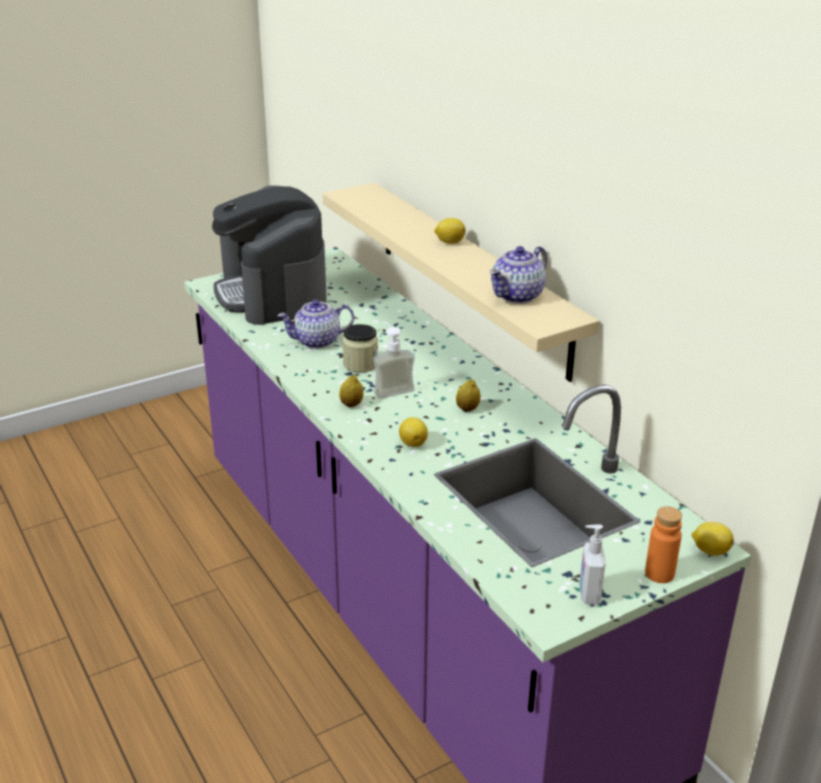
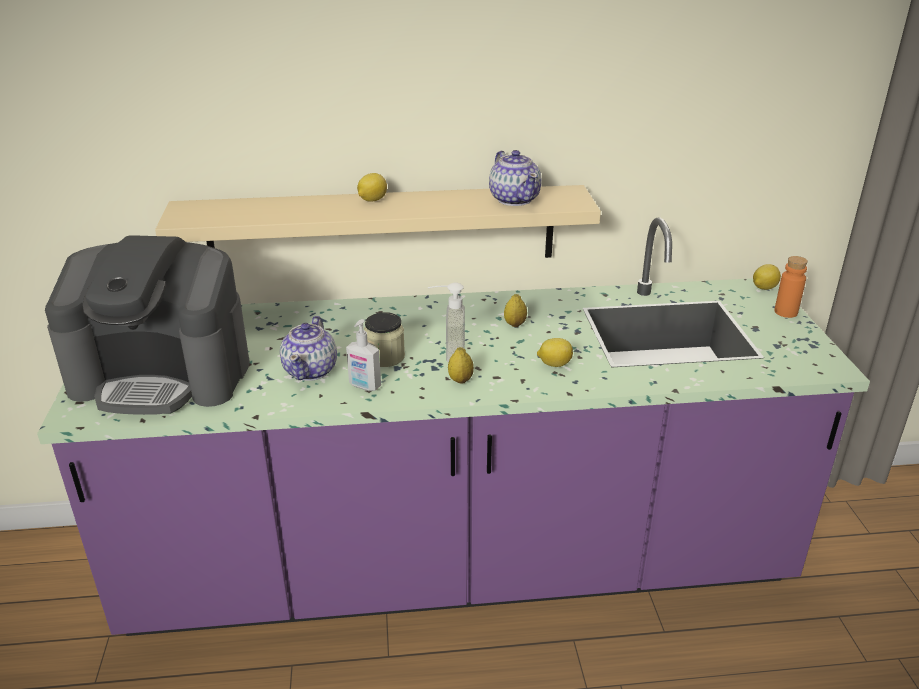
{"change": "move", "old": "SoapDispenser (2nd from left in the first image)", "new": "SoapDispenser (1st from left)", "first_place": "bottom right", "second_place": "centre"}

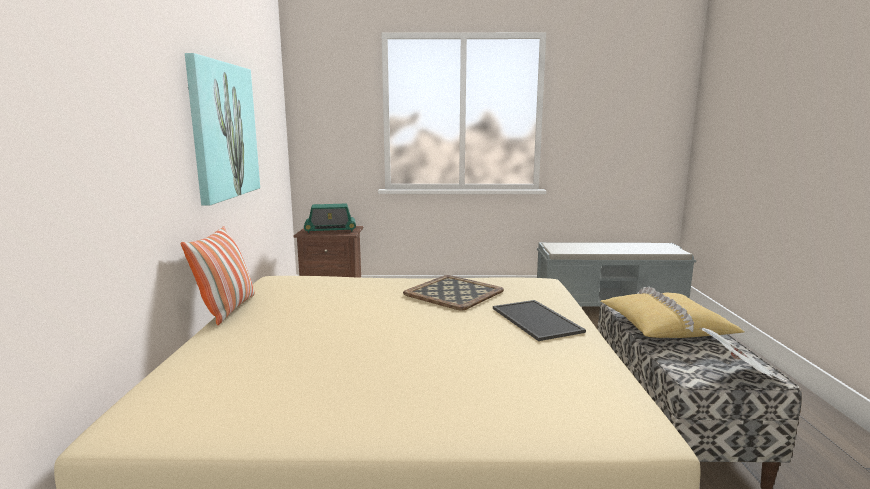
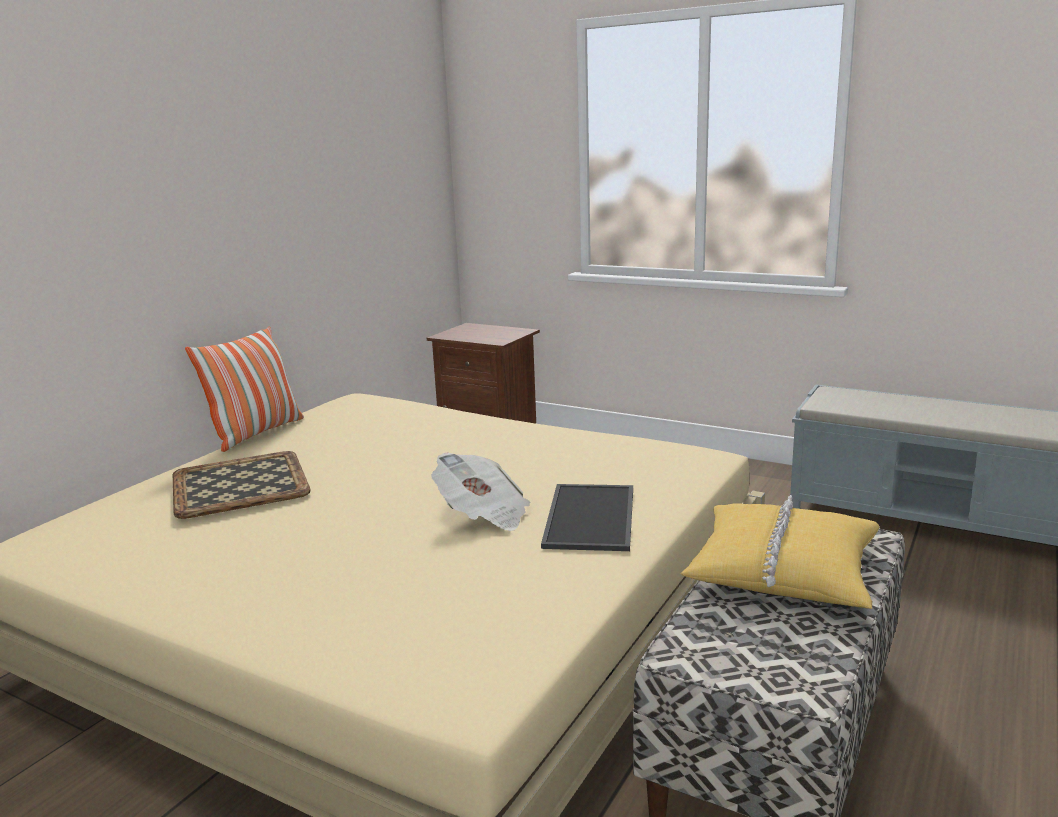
{"change": "delete", "old": "Picture", "first_place": "top left"}
{"change": "delete", "old": "Radio", "first_place": "centre"}
{"change": "move", "old": "Tray (1st from left)", "first_place": "centre", "second_place": "middle left"}
{"change": "move", "old": "Newspaper", "first_place": "bottom right", "second_place": "centre"}

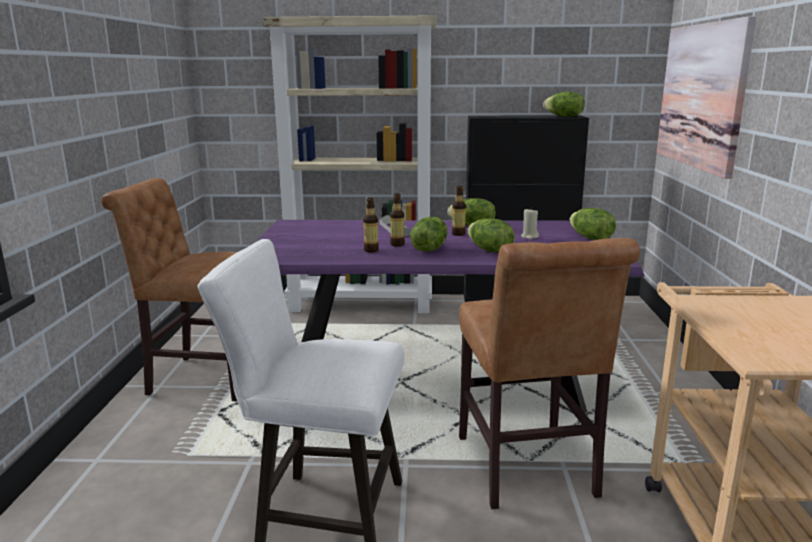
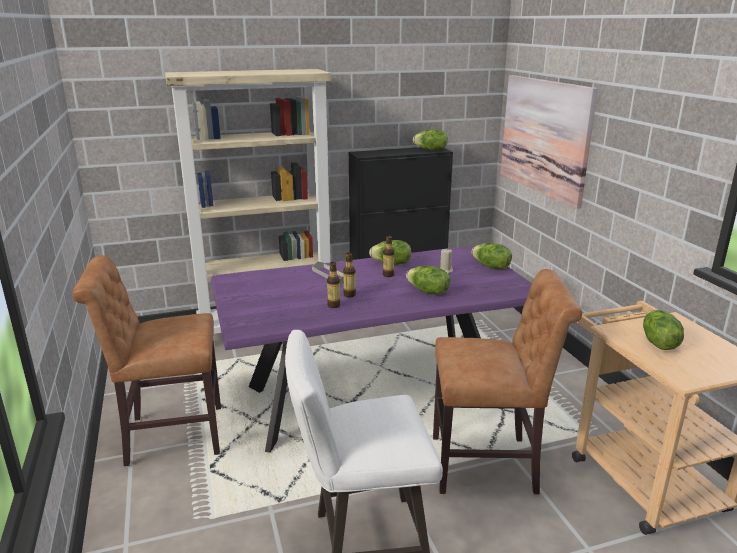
{"change": "move", "old": "Lettuce (1st from left in the first image)", "new": "Lettuce (5th from left)", "first_place": "centre", "second_place": "middle right"}
{"change": "rotate", "old": "BrownChair (2nd from left)", "first_place": "bottom right", "second_place": "bottom right", "degrees": -60}

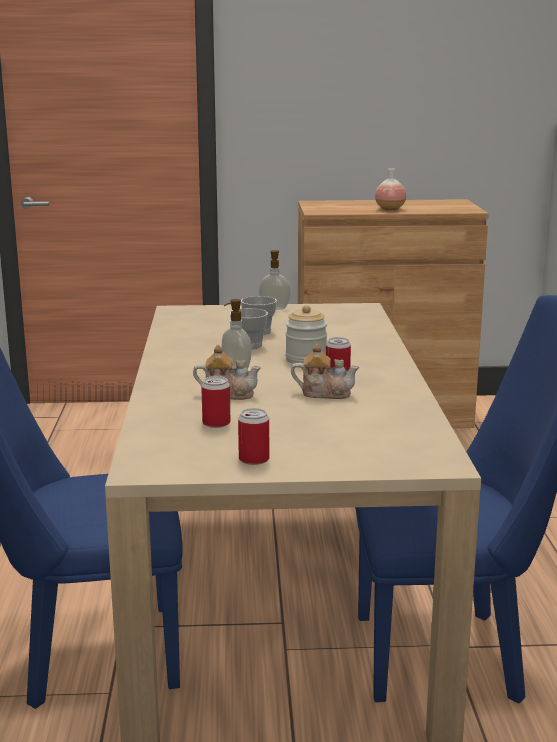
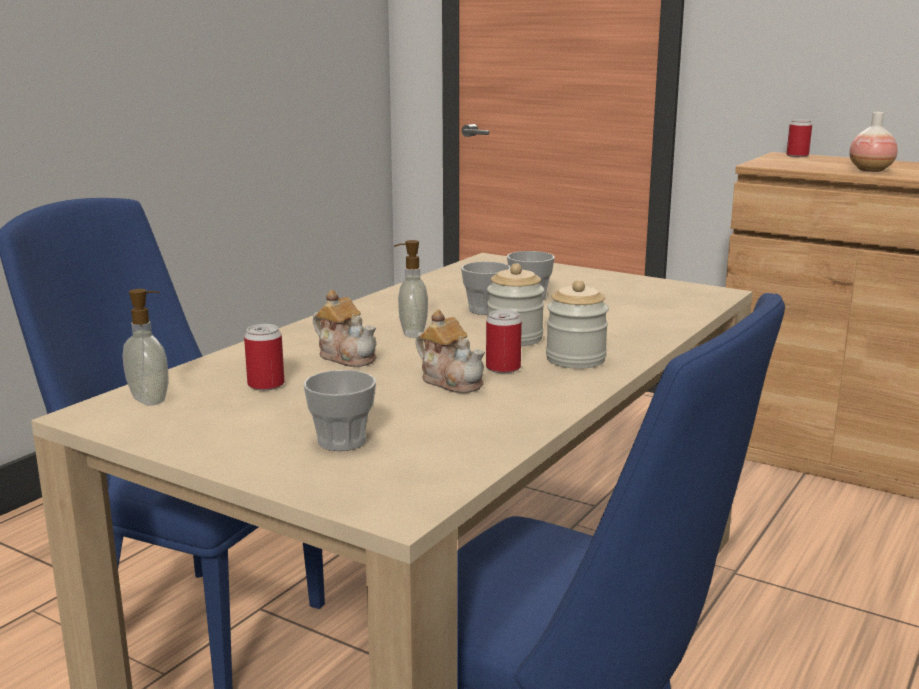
{"change": "move", "old": "SoapDispenser (2nd from left in the first image)", "new": "SoapDispenser (1st from left)", "first_place": "centre", "second_place": "middle left"}
{"change": "move", "old": "Can (2nd from left in the first image)", "new": "Can (3rd from left)", "first_place": "centre", "second_place": "top right"}
{"change": "insert", "new": "Jar (2nd from left)", "second_place": "centre"}
{"change": "insert", "new": "Cup (1st from left)", "second_place": "centre"}

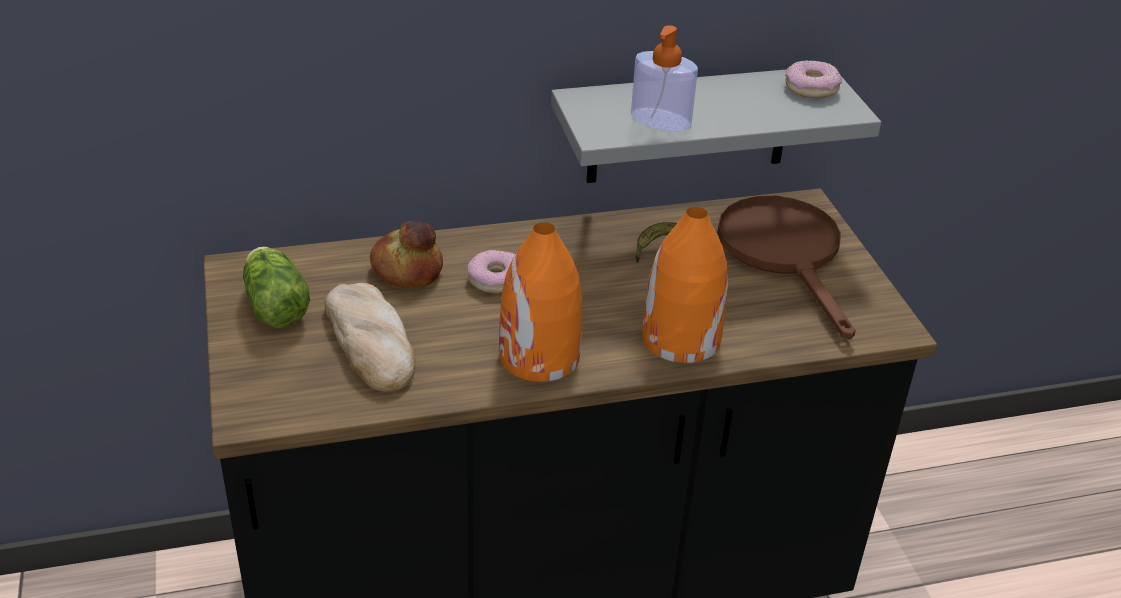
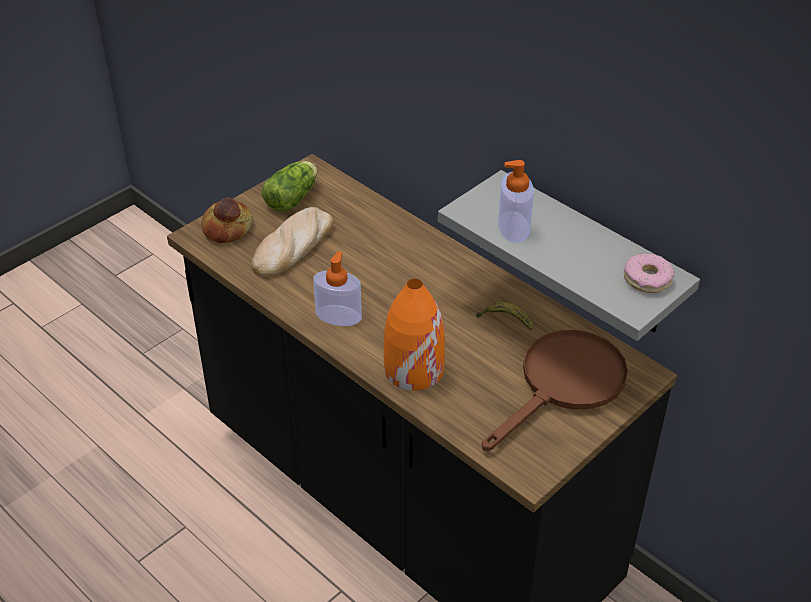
{"change": "move", "old": "Bread (2nd from left in the first image)", "new": "Bread (1st from left)", "first_place": "centre", "second_place": "middle left"}
{"change": "replace", "old": "OrangeVase (1st from left)", "new": "SoapDispenser (1st from left)", "first_place": "centre", "second_place": "centre"}
{"change": "delete", "old": "Donut (1st from left)", "first_place": "centre"}

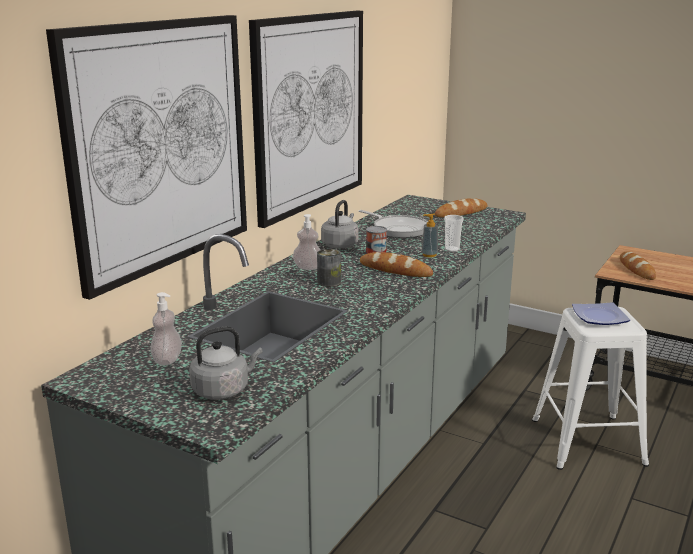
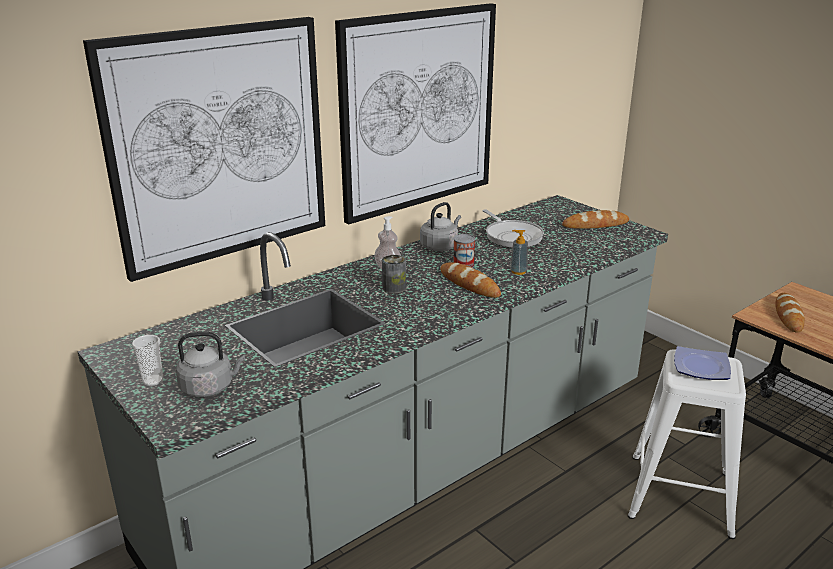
{"change": "move", "old": "Cup", "first_place": "centre", "second_place": "middle left"}
{"change": "delete", "old": "SoapDispenser (1st from left)", "first_place": "middle left"}

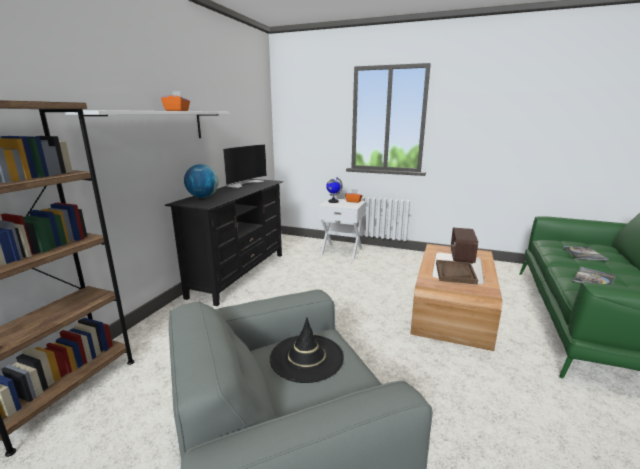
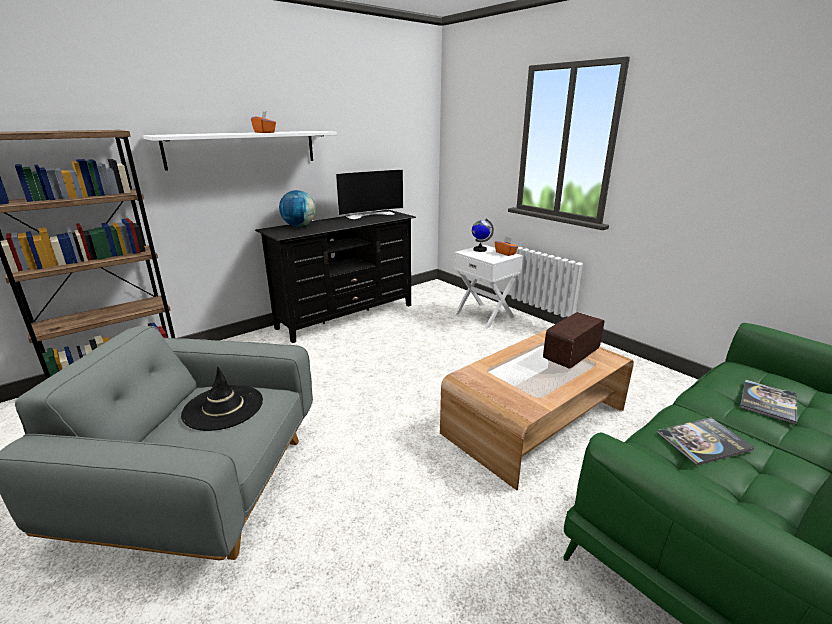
{"change": "delete", "old": "BrownTray", "first_place": "middle right"}

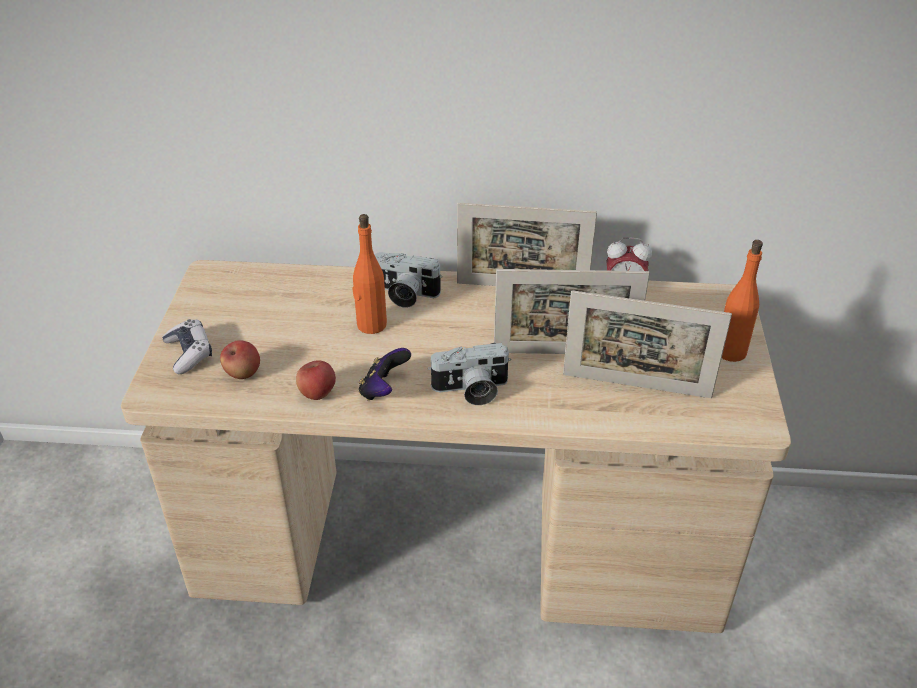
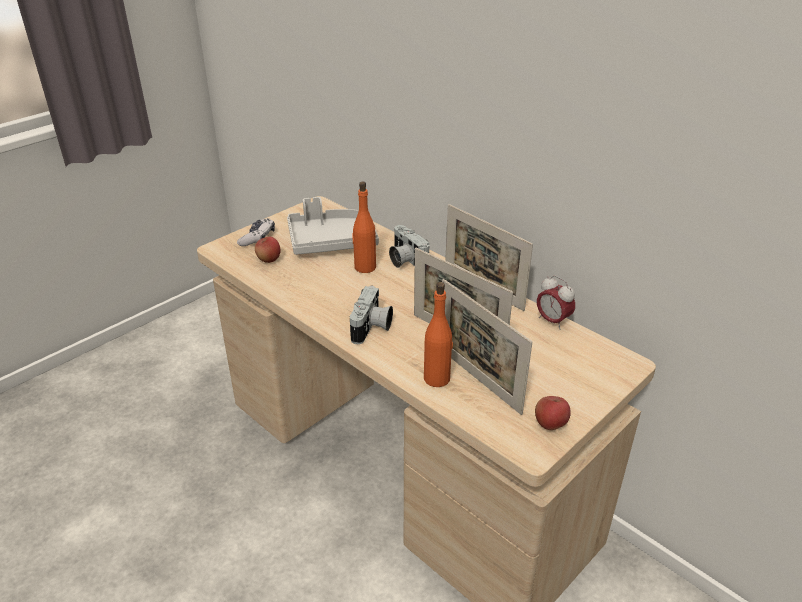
{"change": "move", "old": "OrangeBottle (2nd from left)", "first_place": "middle right", "second_place": "centre"}
{"change": "rotate", "old": "PhotoCamera (2nd from left in the first image)", "first_place": "centre", "second_place": "centre", "degrees": -105}
{"change": "delete", "old": "GameController (2nd from left)", "first_place": "centre"}
{"change": "move", "old": "Apple (2nd from left)", "first_place": "centre", "second_place": "bottom right"}
{"change": "insert", "new": "GreyTray", "second_place": "centre"}

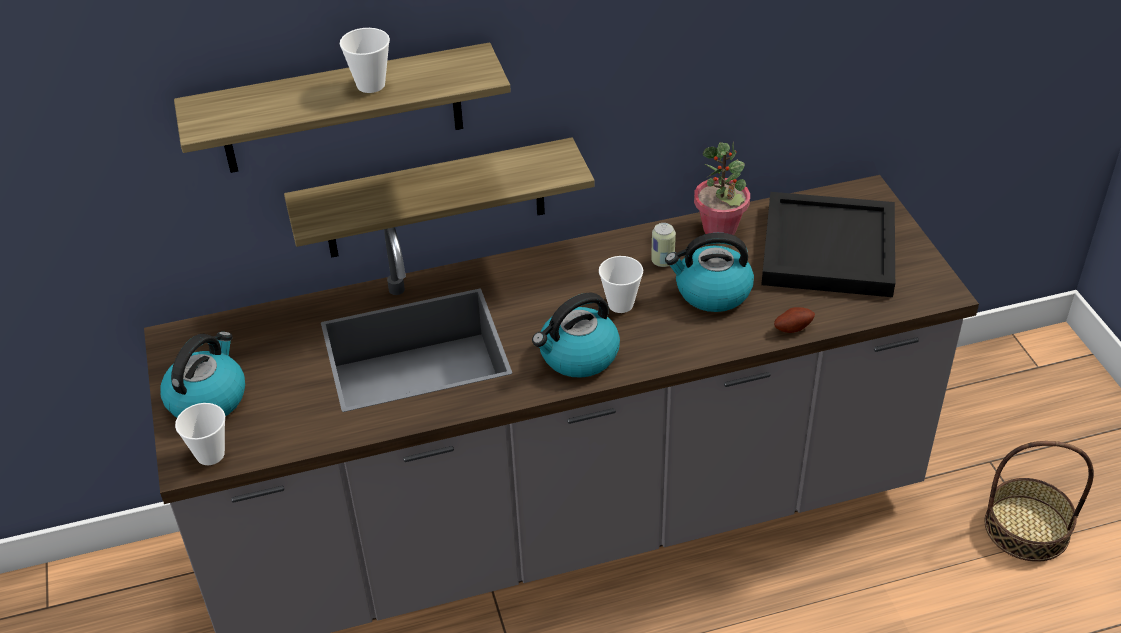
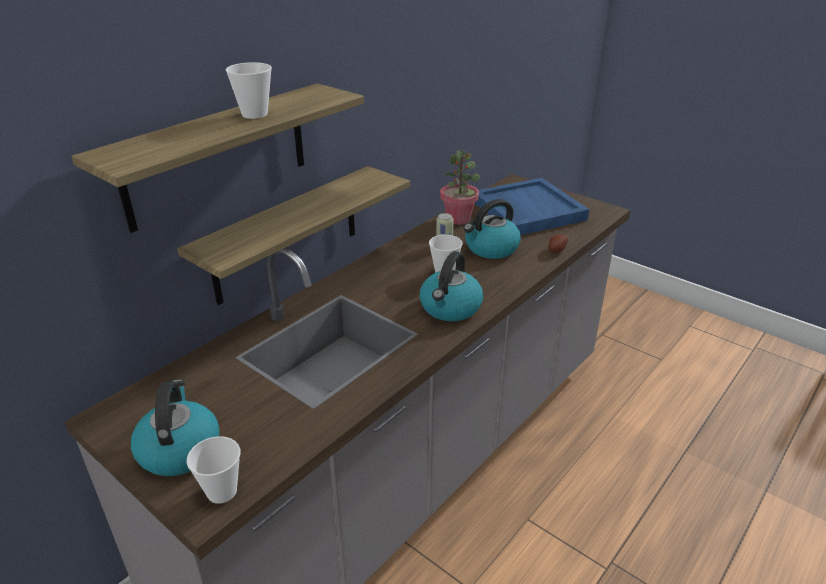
{"change": "recolor", "old": "BlackTray", "new": "BlueTray", "first_place": "middle right", "second_place": "centre"}
{"change": "delete", "old": "Basket", "first_place": "bottom right"}

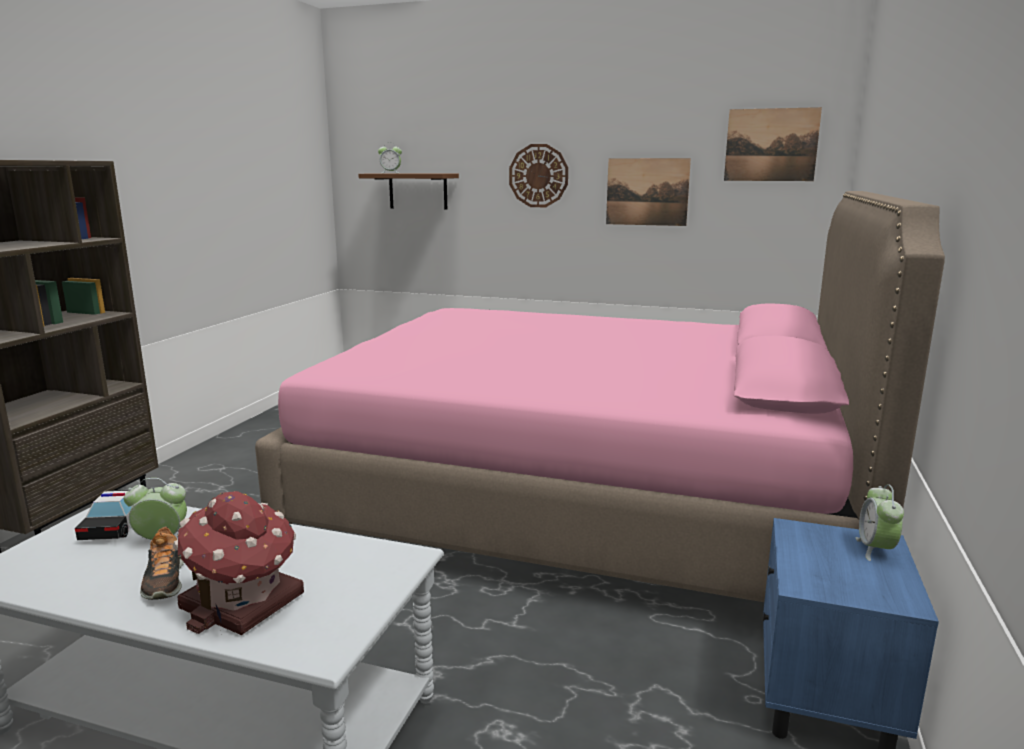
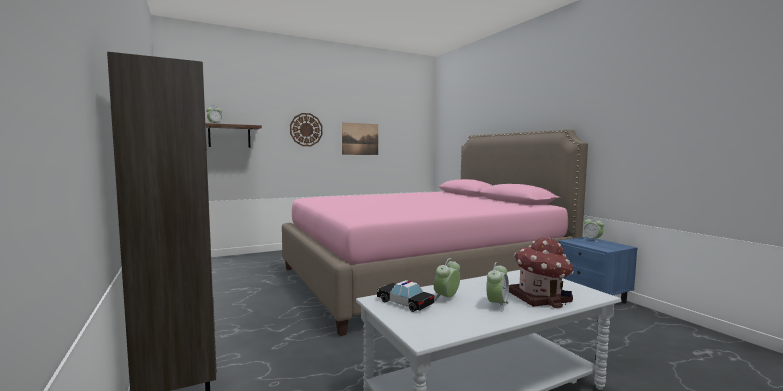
{"change": "delete", "old": "Picture (2nd from left)", "first_place": "top right"}
{"change": "replace", "old": "Shoe", "new": "AlarmClock (3rd from left)", "first_place": "bottom left", "second_place": "bottom centre"}

